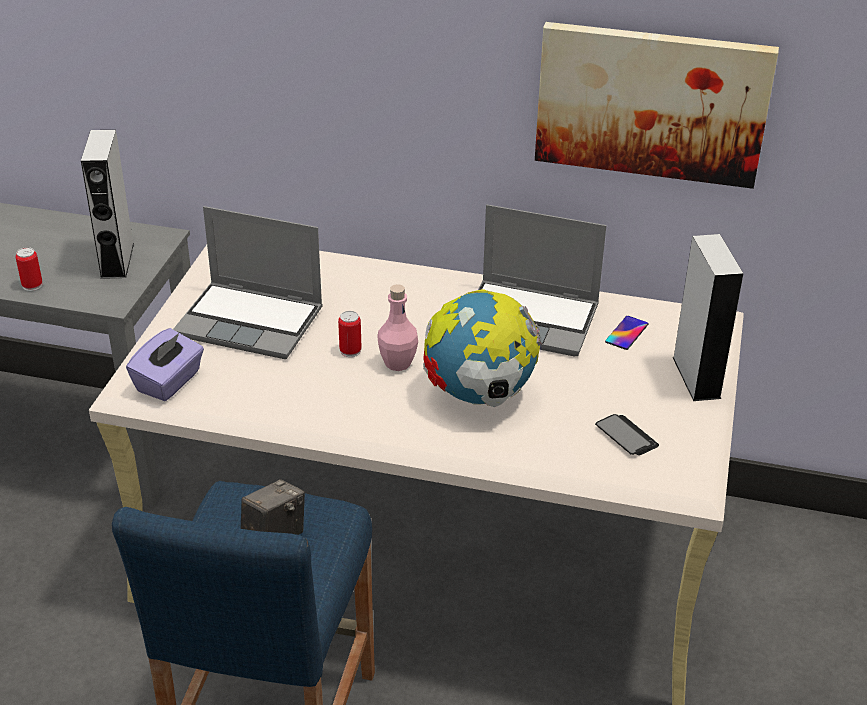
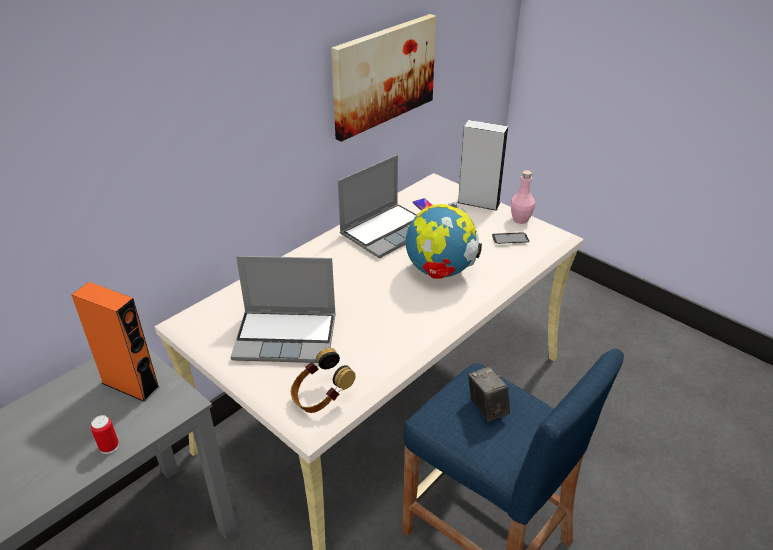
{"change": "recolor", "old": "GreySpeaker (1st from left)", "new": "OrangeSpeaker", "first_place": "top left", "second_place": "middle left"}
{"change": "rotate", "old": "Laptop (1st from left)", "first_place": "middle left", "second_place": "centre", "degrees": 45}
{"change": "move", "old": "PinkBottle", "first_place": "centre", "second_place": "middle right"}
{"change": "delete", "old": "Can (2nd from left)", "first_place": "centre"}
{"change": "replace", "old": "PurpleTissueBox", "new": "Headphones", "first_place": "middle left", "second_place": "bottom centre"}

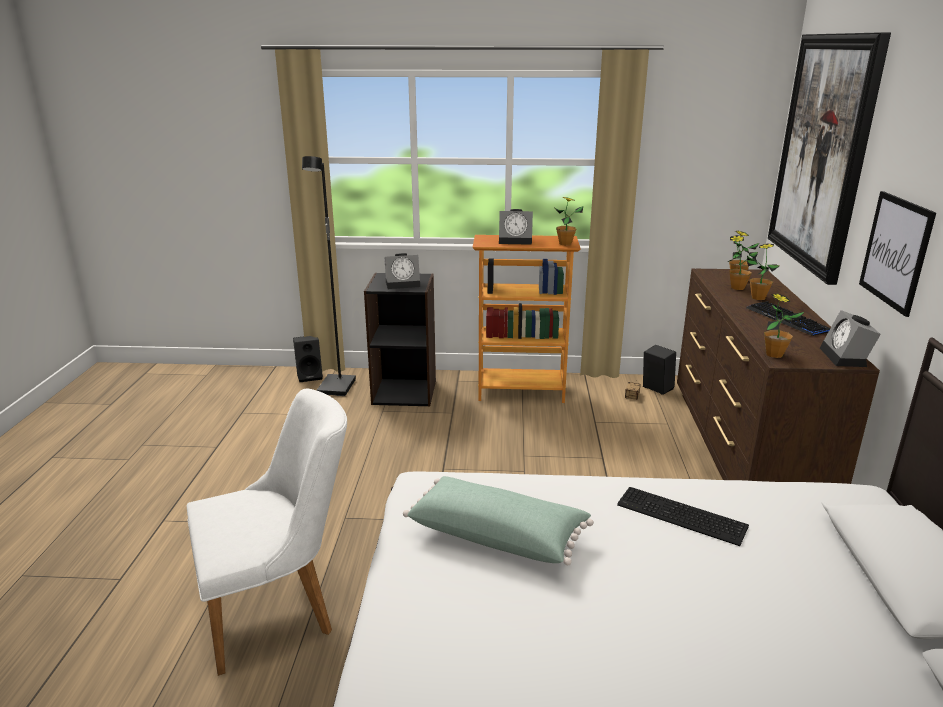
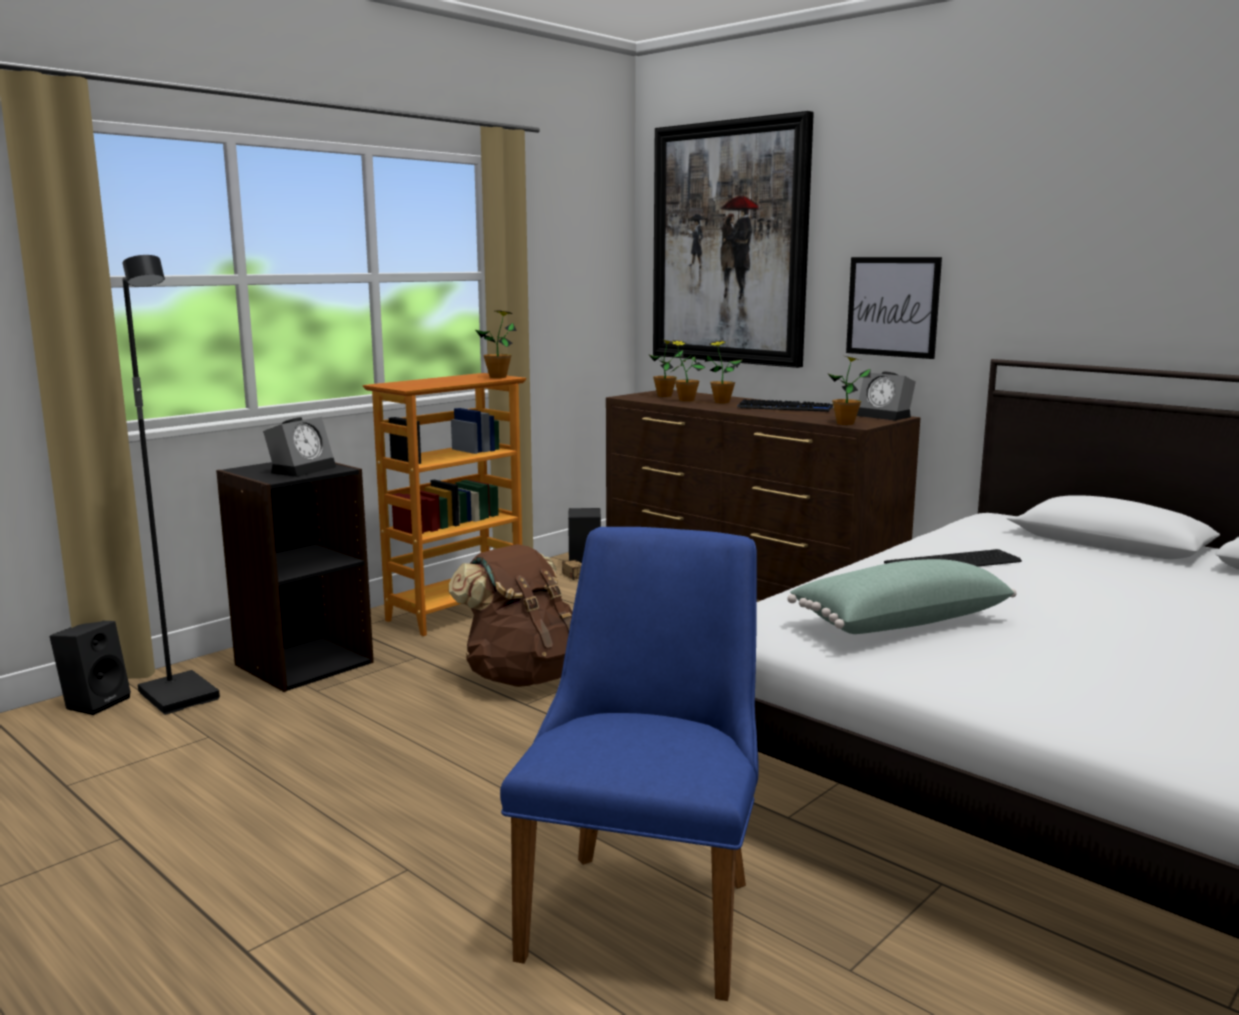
{"change": "delete", "old": "AlarmClock (2nd from left)", "first_place": "top centre"}
{"change": "recolor", "old": "WhiteChair", "new": "BlueChair", "first_place": "bottom left", "second_place": "bottom centre"}
{"change": "insert", "new": "BrownBackpack", "second_place": "centre"}

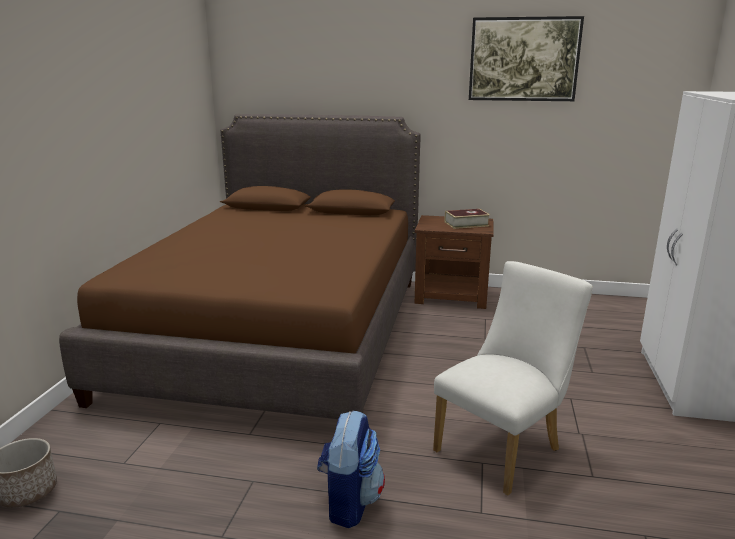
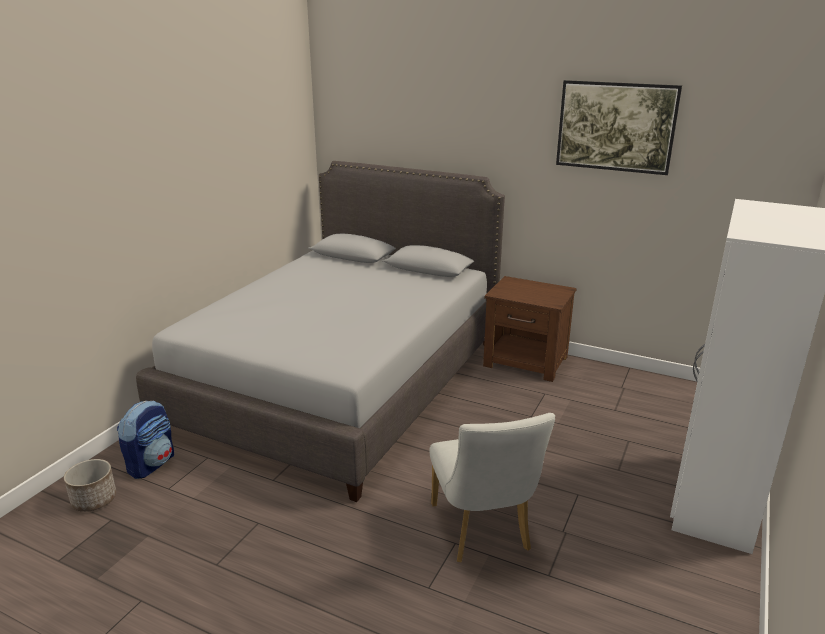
{"change": "recolor", "old": "BrownBed", "new": "GreyBed", "first_place": "middle left", "second_place": "centre"}
{"change": "delete", "old": "Book", "first_place": "centre"}
{"change": "rotate", "old": "WhiteChair", "first_place": "bottom right", "second_place": "bottom centre", "degrees": 105}
{"change": "move", "old": "Backpack", "first_place": "bottom centre", "second_place": "bottom left"}

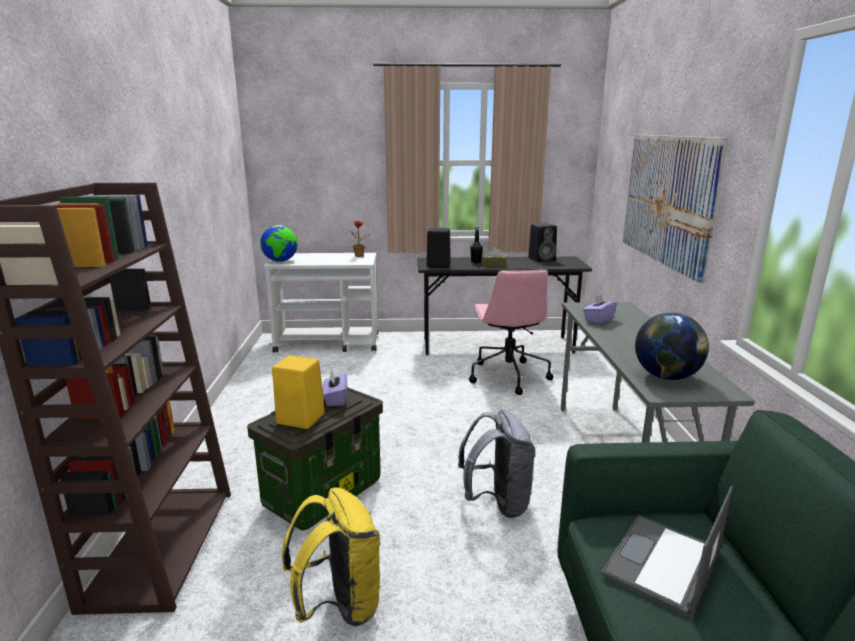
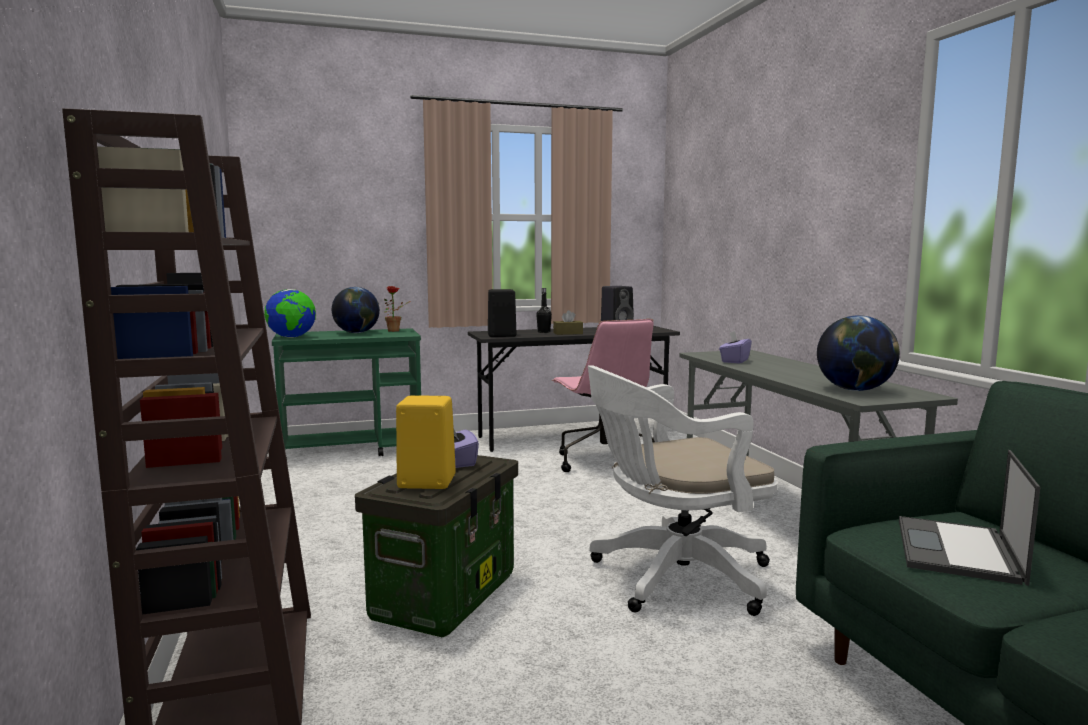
{"change": "delete", "old": "Picture", "first_place": "top right"}
{"change": "recolor", "old": "WhiteCart", "new": "GreenCart", "first_place": "centre", "second_place": "middle left"}
{"change": "replace", "old": "GreyBackpack", "new": "WhiteOfficeChair", "first_place": "bottom centre", "second_place": "bottom centre"}
{"change": "delete", "old": "YellowBackpack", "first_place": "bottom centre"}
{"change": "insert", "new": "Globe (2nd from left)", "second_place": "middle left"}

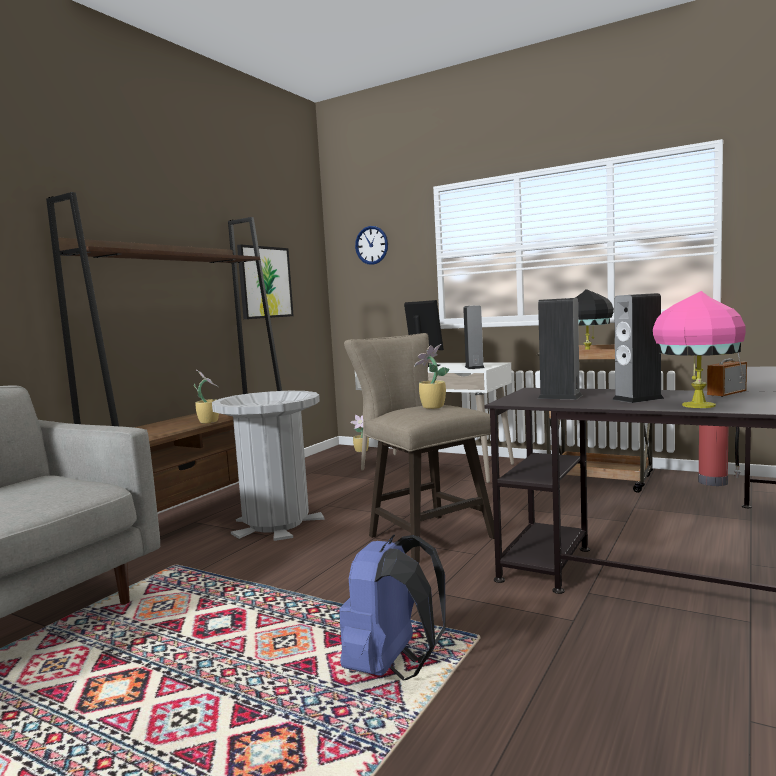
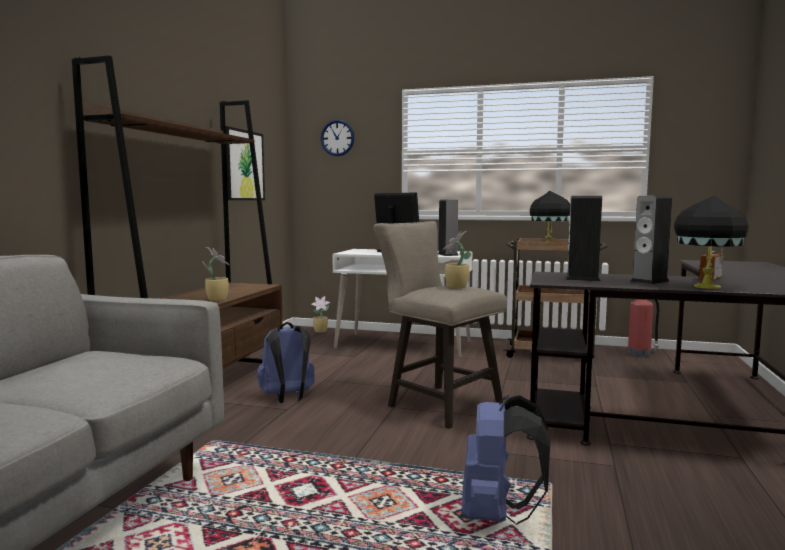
{"change": "recolor", "old": "PinkTableLamp", "new": "BlackTableLamp (2nd from left)", "first_place": "middle right", "second_place": "middle right"}
{"change": "replace", "old": "GreyTrashCan", "new": "BlueBackpack (1st from left)", "first_place": "centre", "second_place": "centre"}

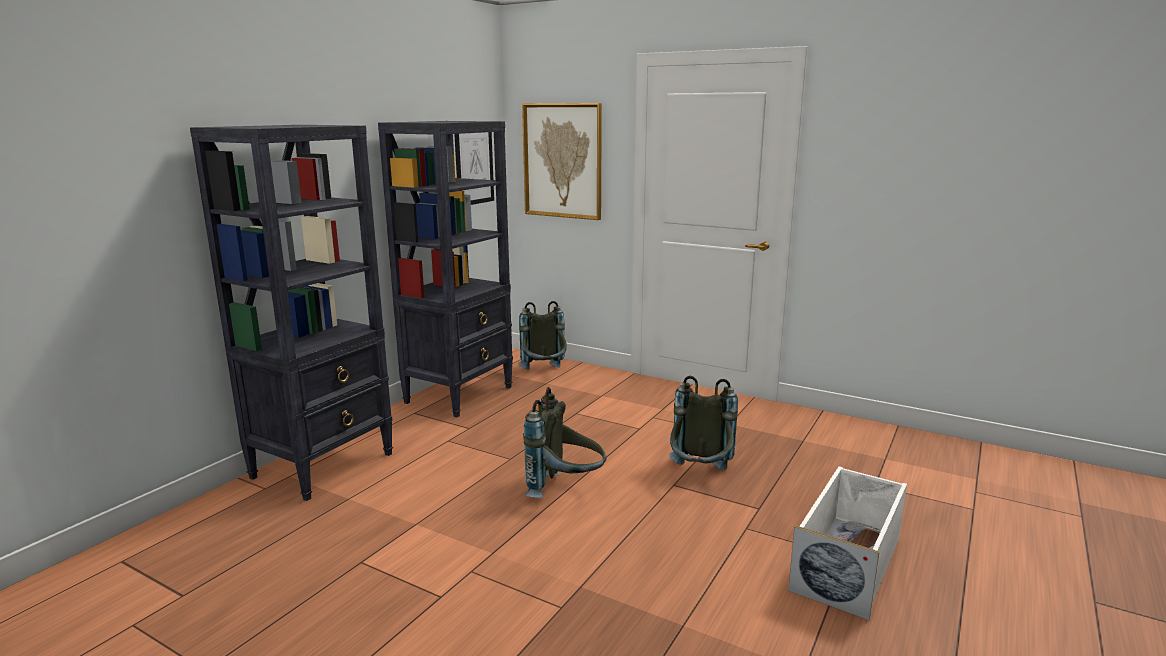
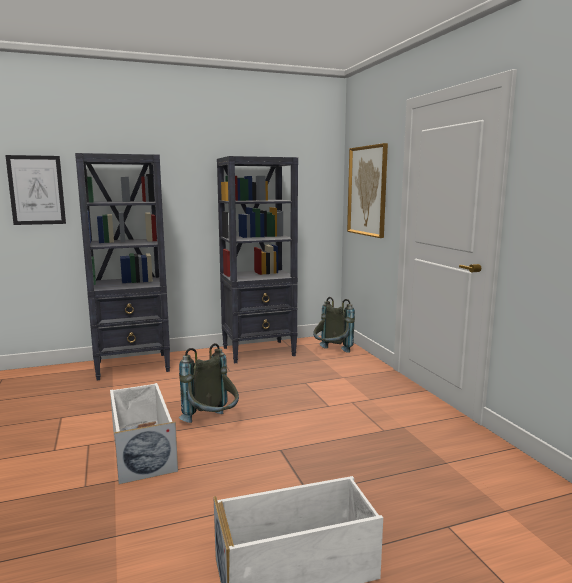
{"change": "move", "old": "Picture (1st from left)", "first_place": "top centre", "second_place": "top left"}
{"change": "delete", "old": "GreyBackpack (3rd from left)", "first_place": "centre"}
{"change": "insert", "new": "WhiteStorageBox (1st from left)", "second_place": "bottom left"}

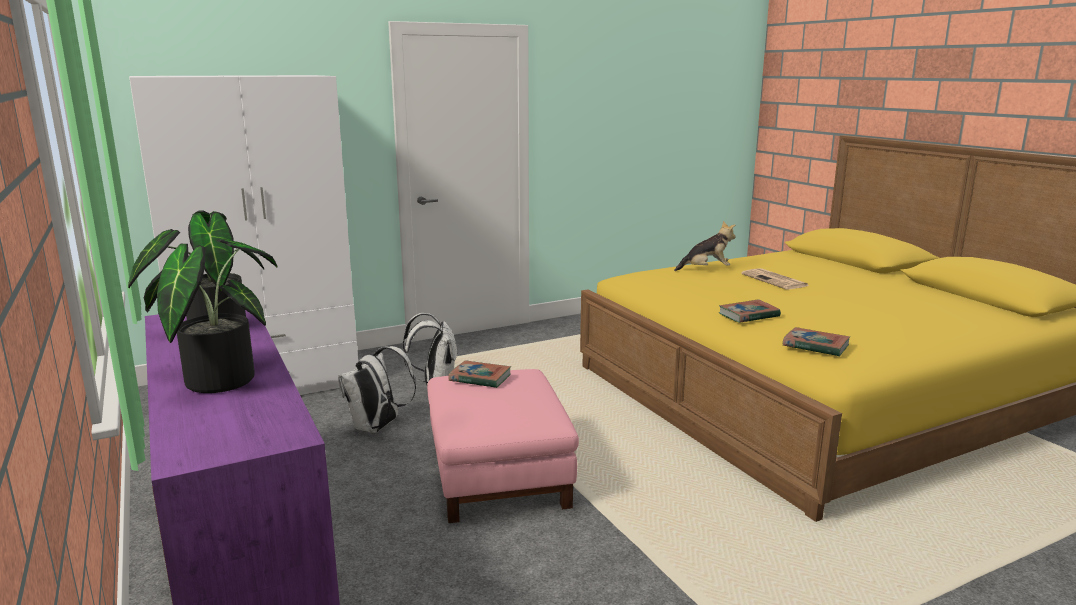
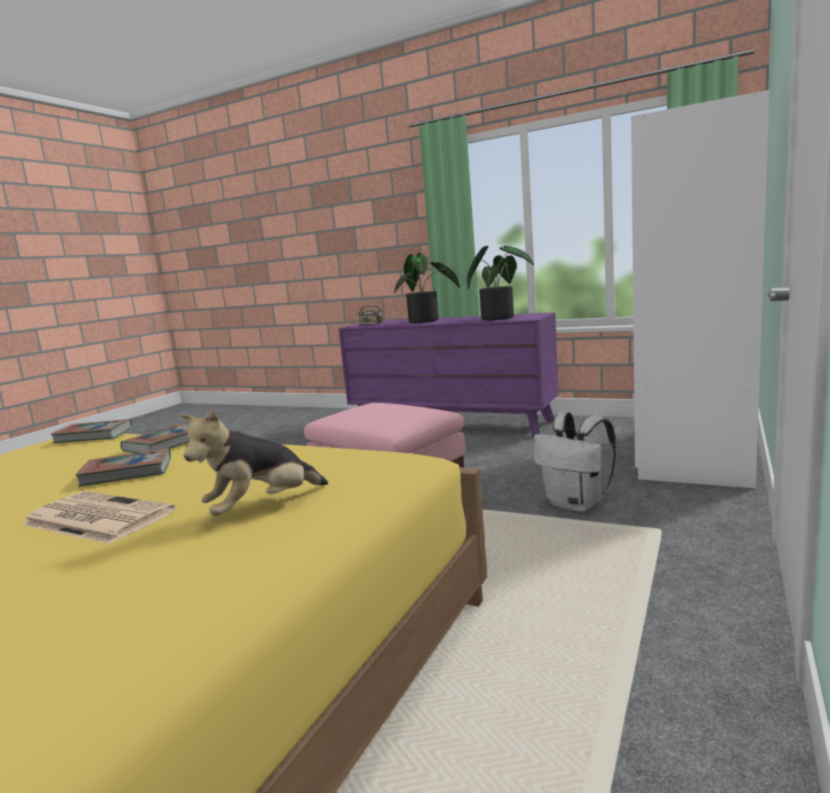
{"change": "delete", "old": "WhiteBackpack (1st from left)", "first_place": "centre"}
{"change": "move", "old": "Book (1st from left in the first image)", "new": "Book (2nd from left)", "first_place": "centre", "second_place": "middle left"}
{"change": "insert", "new": "Radio", "second_place": "centre"}

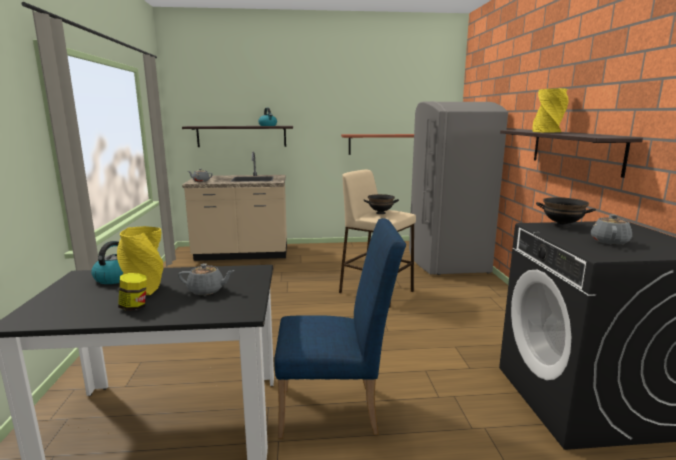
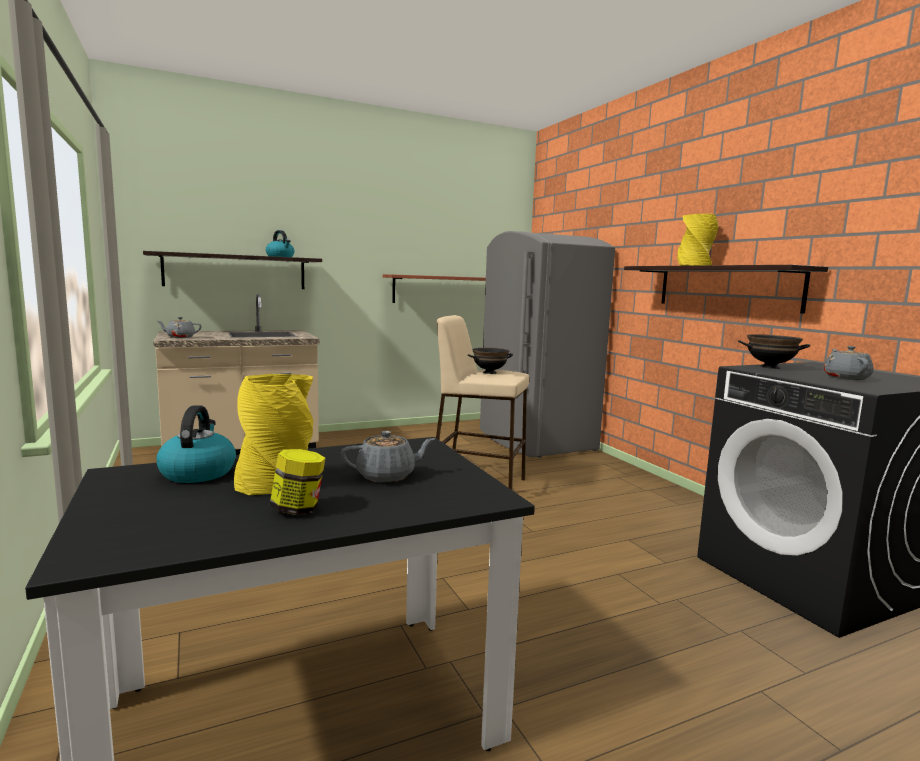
{"change": "delete", "old": "BlueChair", "first_place": "bottom centre"}

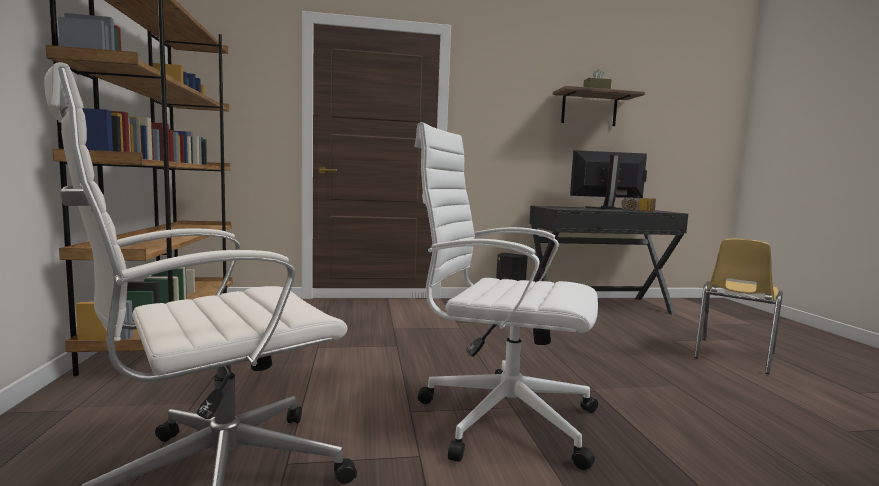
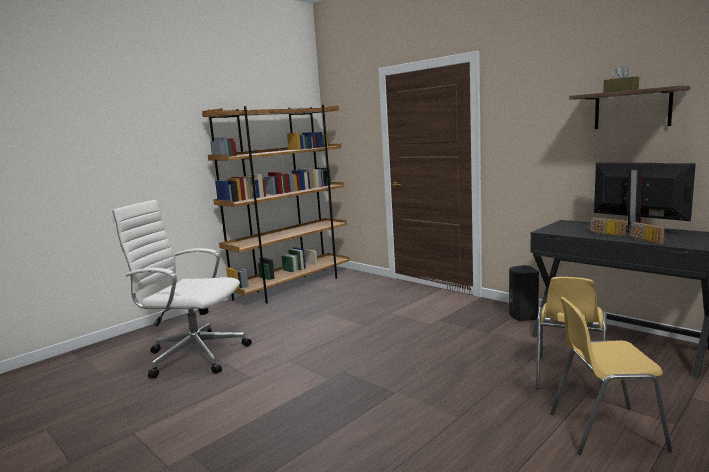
{"change": "delete", "old": "WhiteOfficeChair (2nd from left)", "first_place": "centre"}
{"change": "insert", "new": "Radio (1st from left)", "second_place": "middle right"}
{"change": "insert", "new": "YellowChair (1st from left)", "second_place": "bottom right"}

